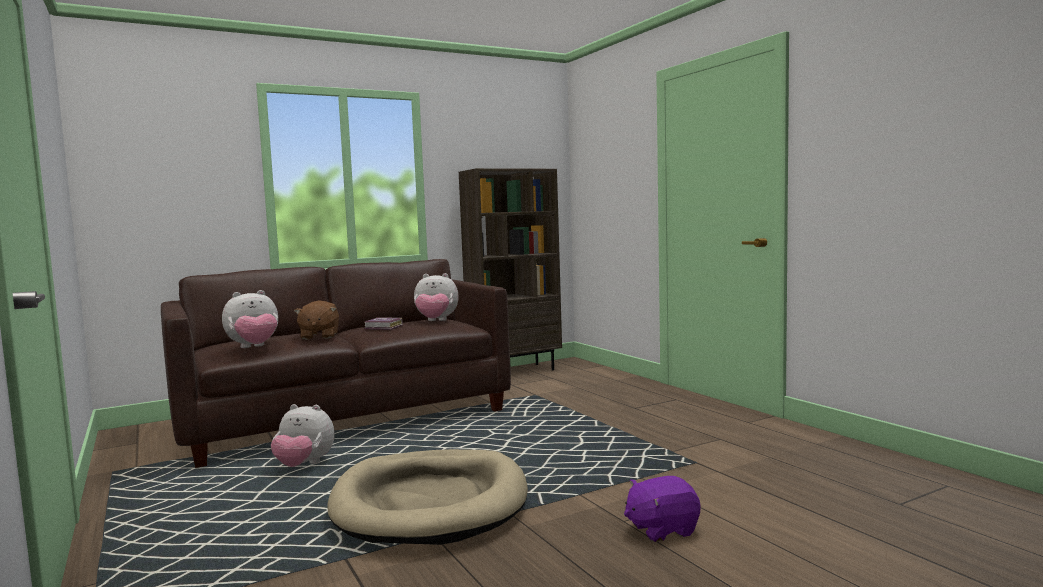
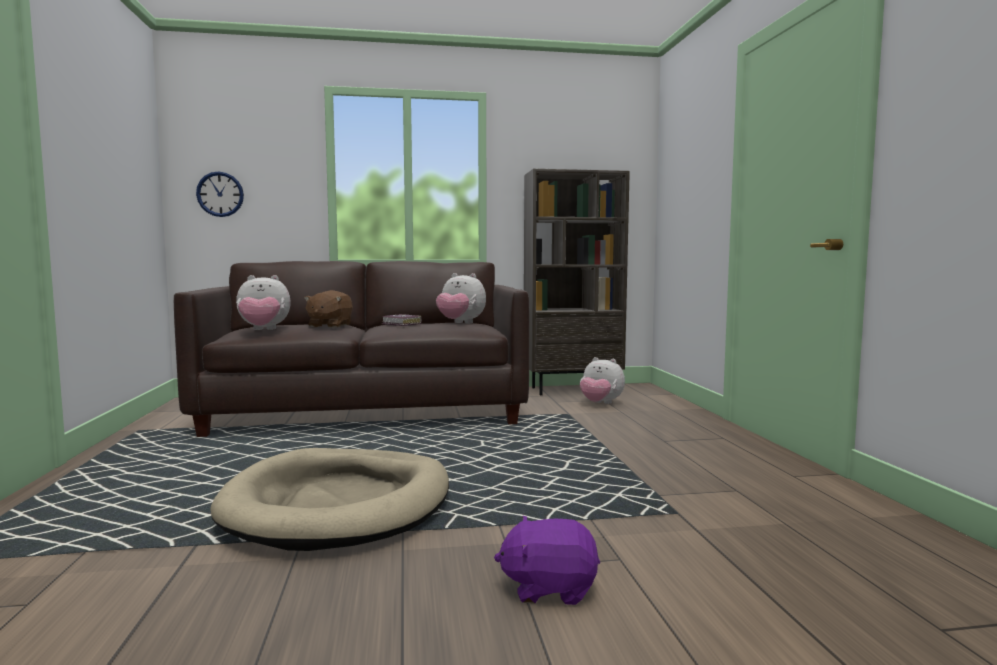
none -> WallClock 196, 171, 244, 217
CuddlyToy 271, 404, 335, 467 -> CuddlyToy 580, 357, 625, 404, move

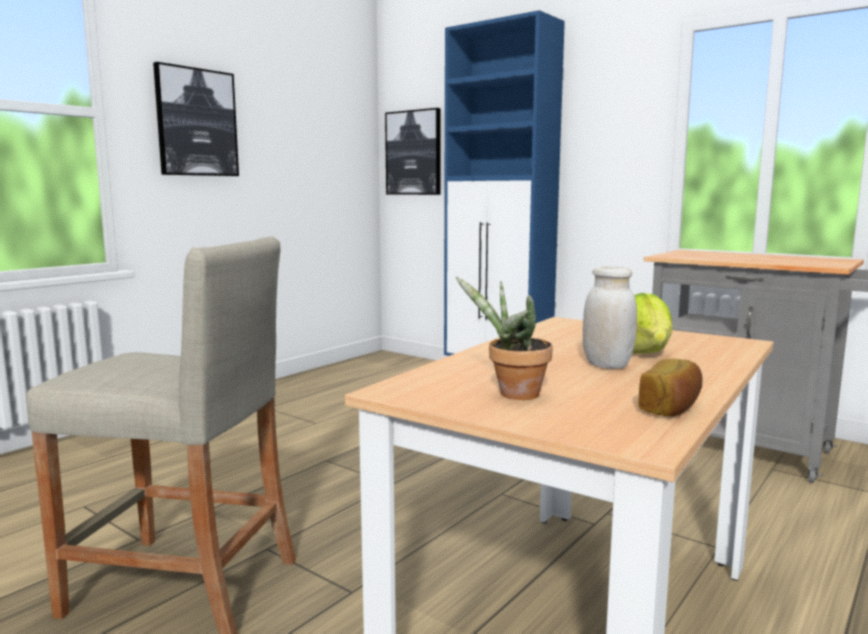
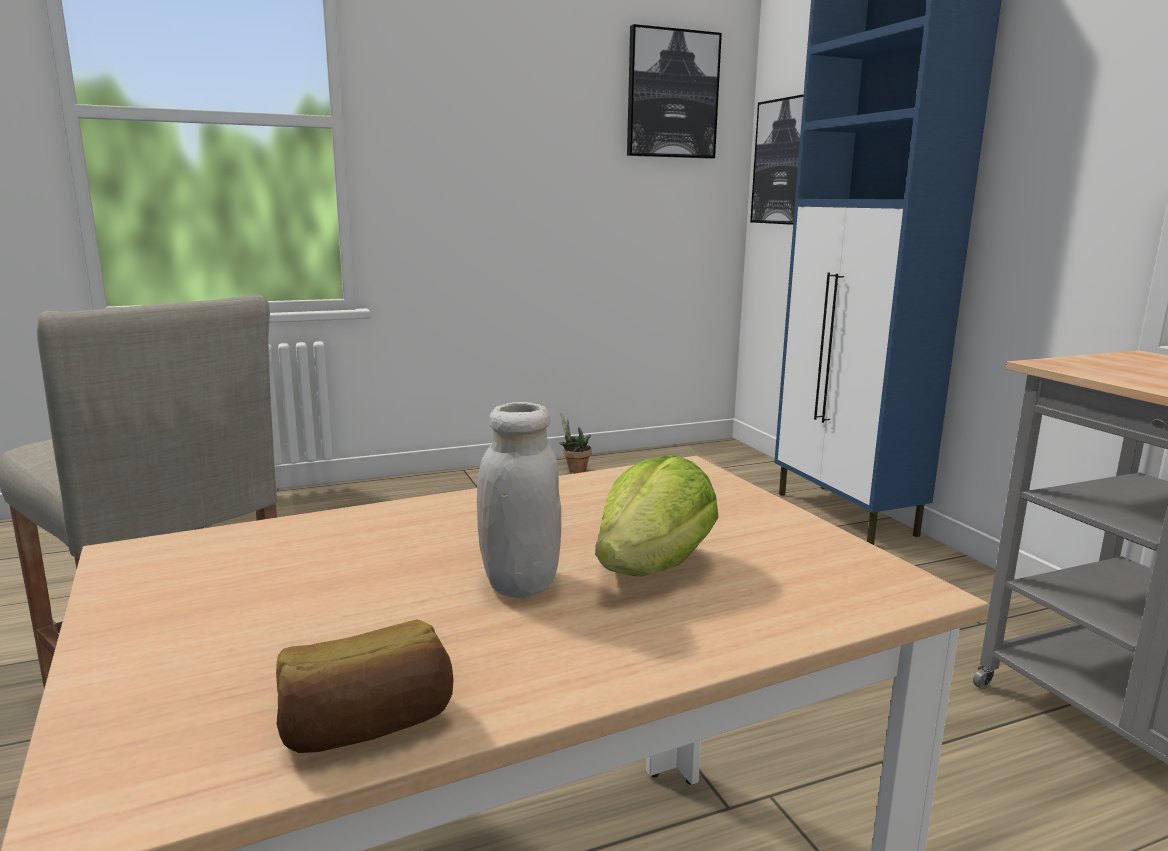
Picture 153, 62, 239, 176 -> Picture 627, 24, 722, 159, move
PlantInAPot 456, 277, 553, 400 -> PlantInAPot 559, 413, 592, 473, move

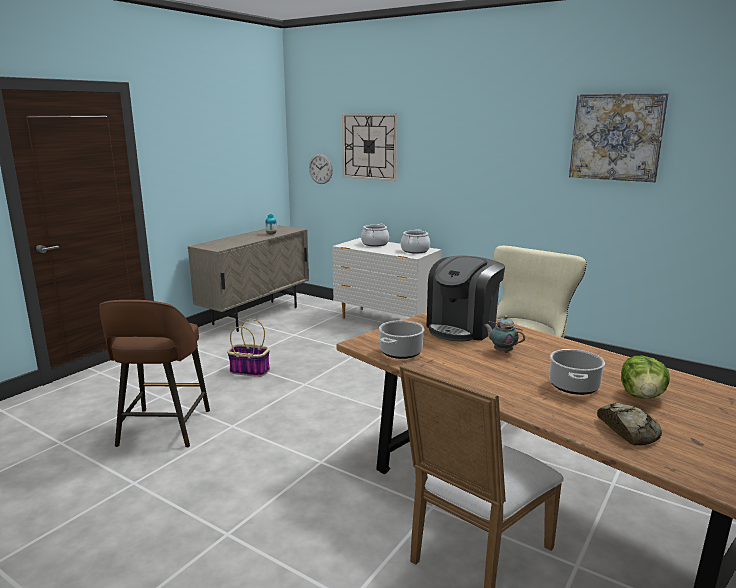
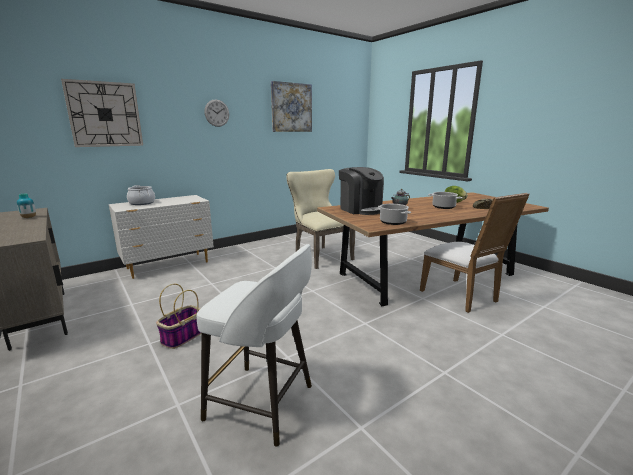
Saucepot 401, 229, 430, 254 -> none
WallClock 309, 154, 333, 184 -> WallClock 204, 100, 229, 127, move
BrownColouredSittingStool 99, 300, 210, 447 -> WhiteColouredSittingStool 196, 244, 312, 447

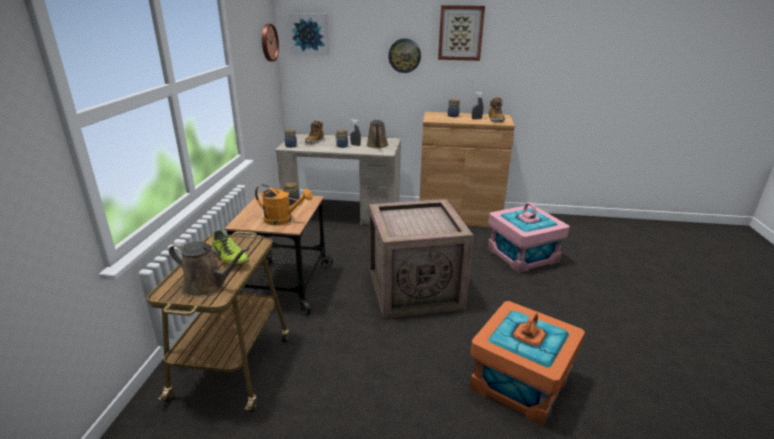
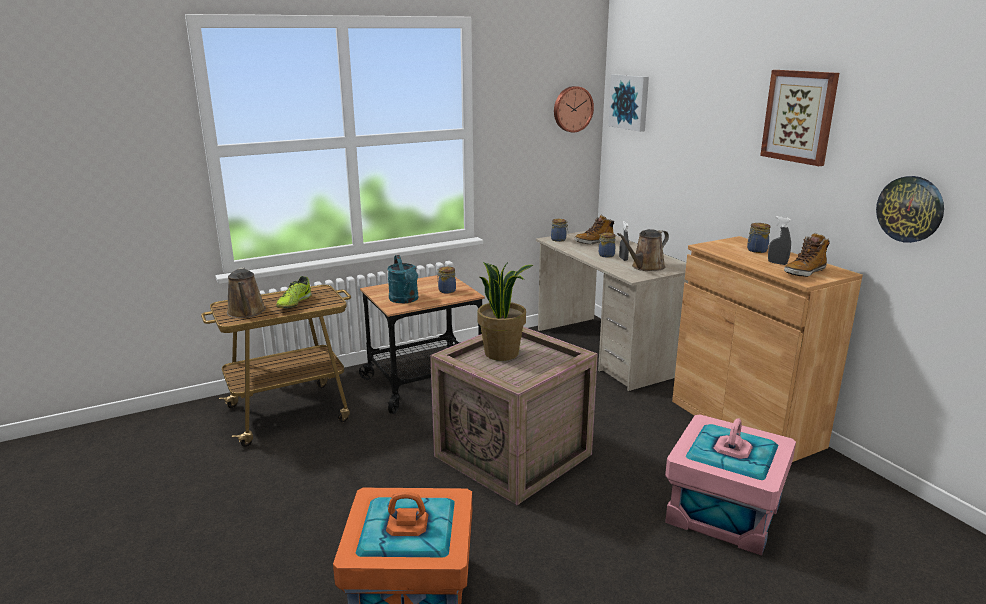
none -> PlantInAPot 477, 262, 533, 361
WallClock 388, 39, 421, 73 -> WallClock 876, 176, 944, 243, move
OrangeySprinklingCan 255, 184, 313, 225 -> BlueGreenSprinklingCan 387, 255, 418, 303

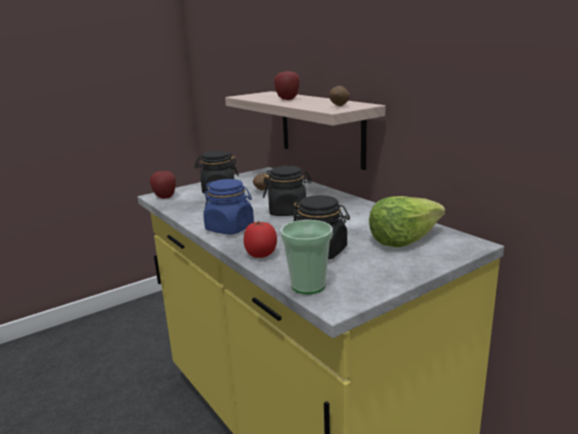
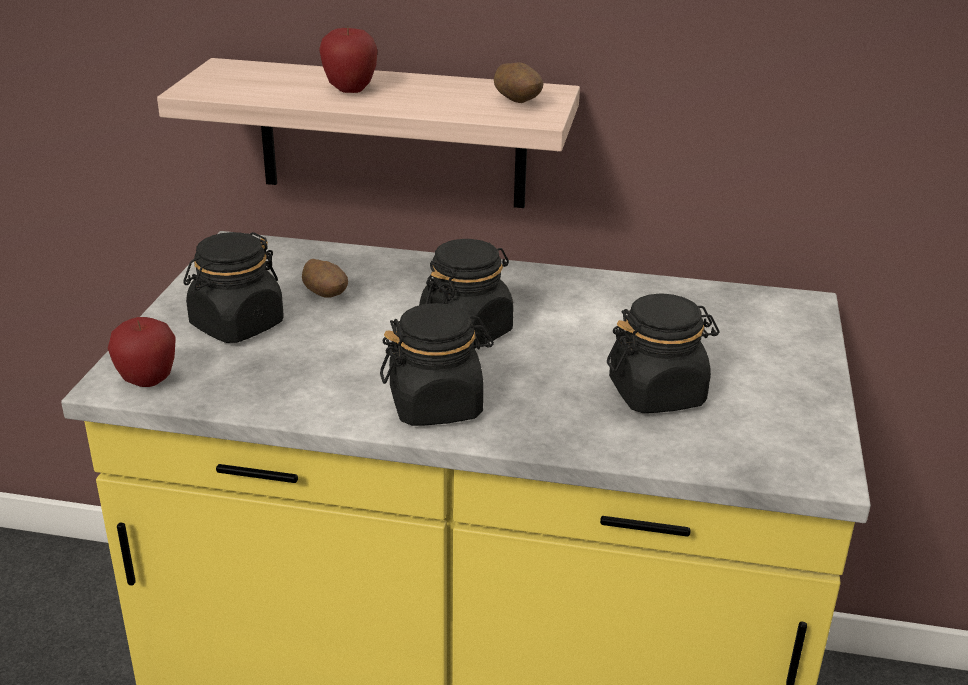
Tomato 244, 221, 277, 258 -> none
DrinkingCup 280, 220, 333, 294 -> none
Lettuce 369, 196, 445, 247 -> none
BlueStorageJar 203, 179, 254, 235 -> BlackColouredStorageJar 380, 303, 494, 426

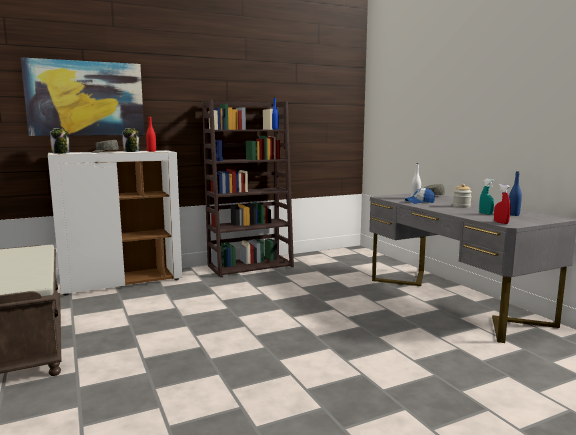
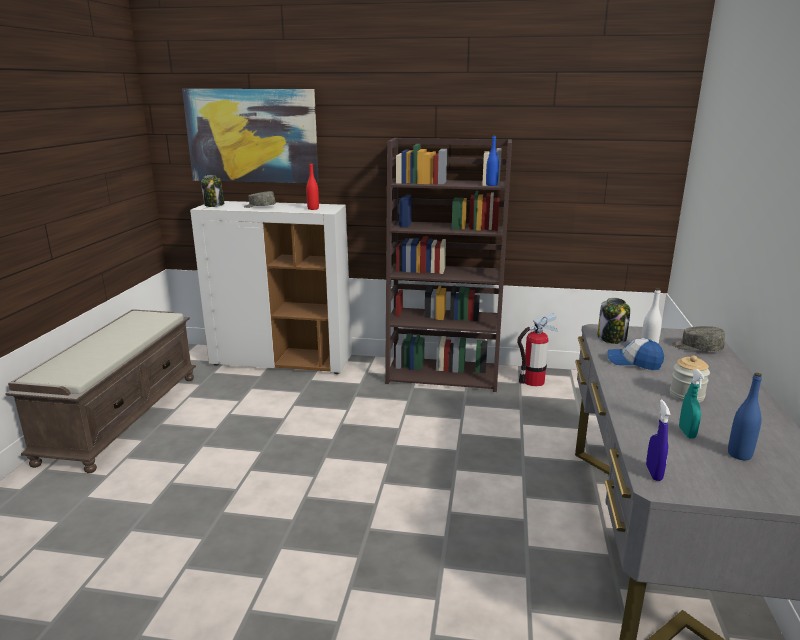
none -> Extinguisher 517, 313, 557, 386
StorageJar 122, 128, 140, 152 -> StorageJar 598, 298, 630, 344, move
RedColouredSprayer 494, 184, 511, 224 -> BlueSprayer 646, 400, 671, 481

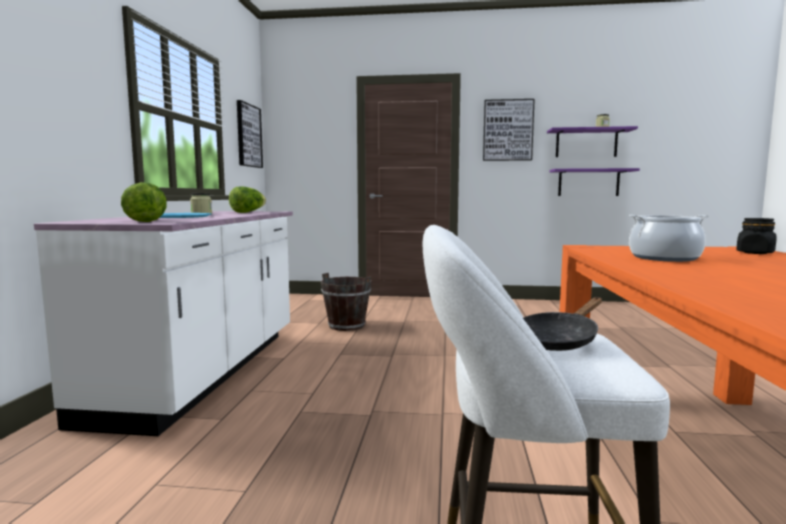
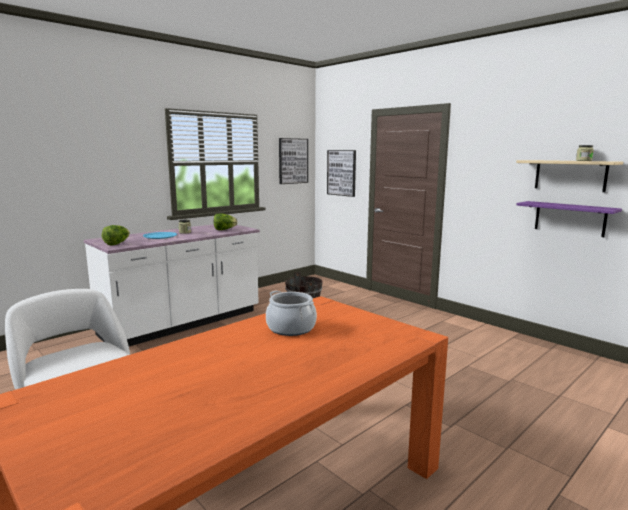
BlackColouredPan 523, 297, 602, 351 -> none
BlackColouredStorageJar 736, 218, 777, 254 -> none
Picture 483, 99, 535, 161 -> Picture 327, 150, 356, 197, move
PurpleWallShelf 547, 126, 638, 157 -> SandColouredWallShelf 516, 160, 623, 192

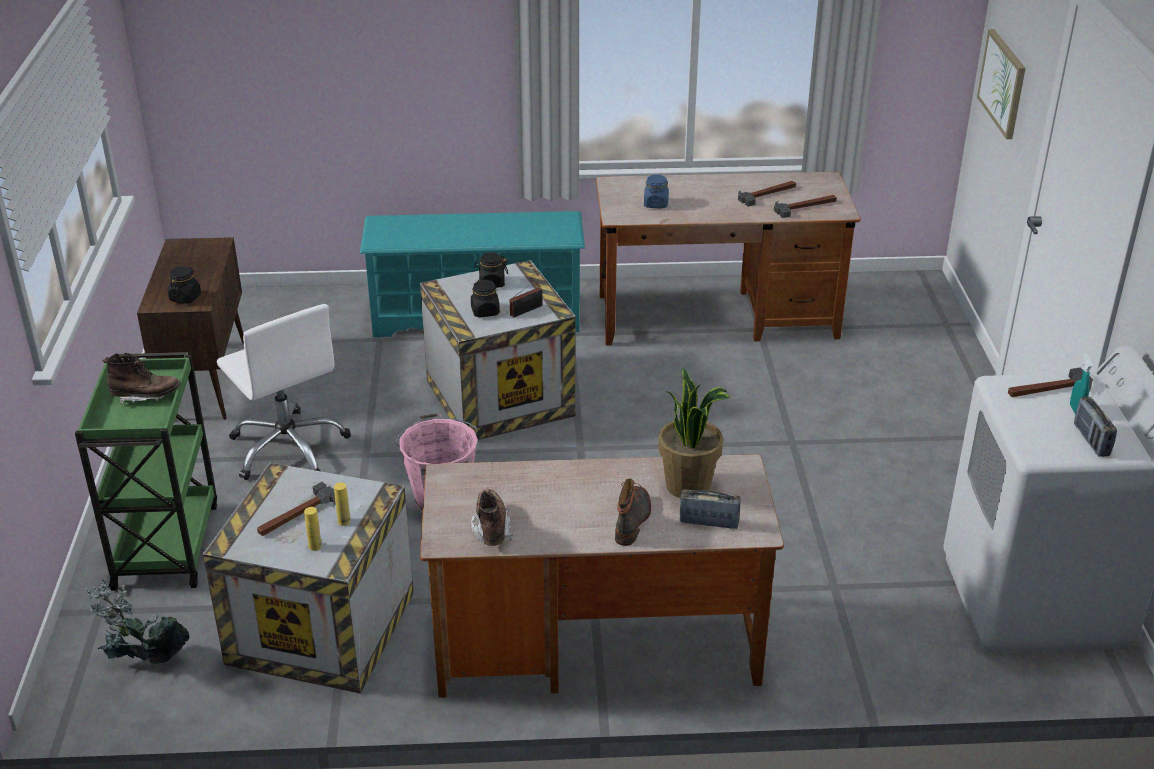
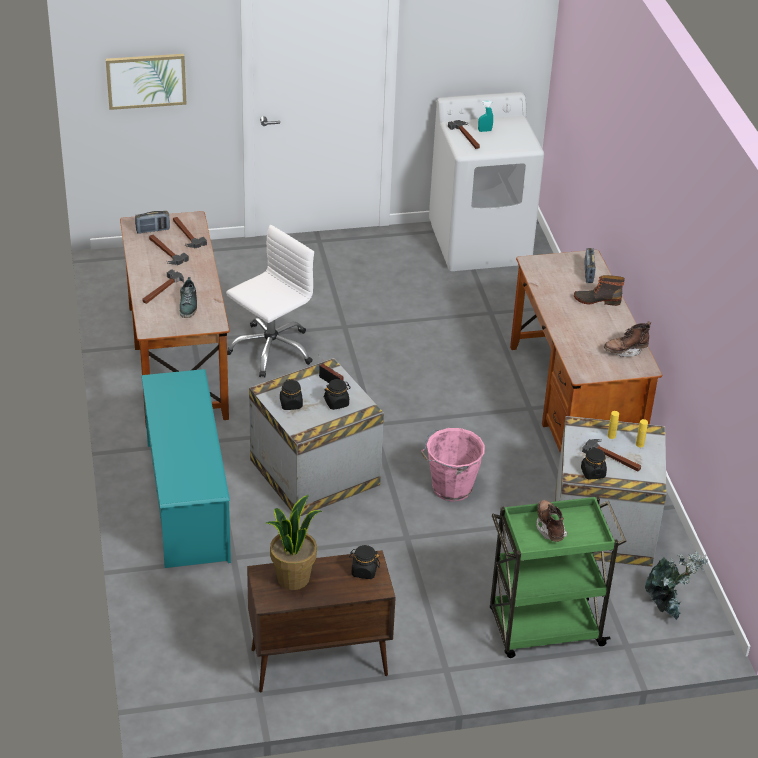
none -> ToolHammer 142, 269, 184, 304
none -> BlackColouredStorageJar 581, 448, 607, 479
WhiteColouredComputerChair 217, 304, 351, 480 -> WhiteColouredComputerChair 226, 225, 314, 378, move
PlantInAPot 658, 368, 730, 498 -> PlantInAPot 266, 495, 322, 590, move
RadioReceiver 1074, 397, 1117, 457 -> RadioReceiver 135, 211, 170, 234, move
BlueStorageJar 644, 175, 669, 208 -> ItemOfFootwear 180, 277, 197, 318

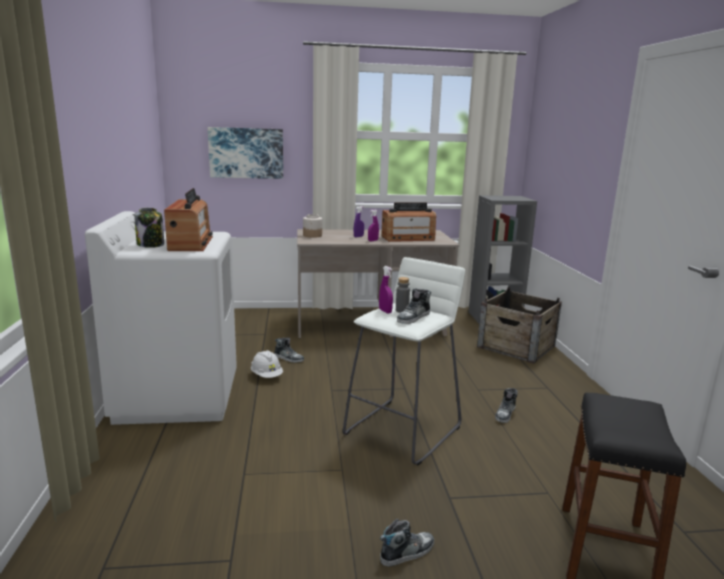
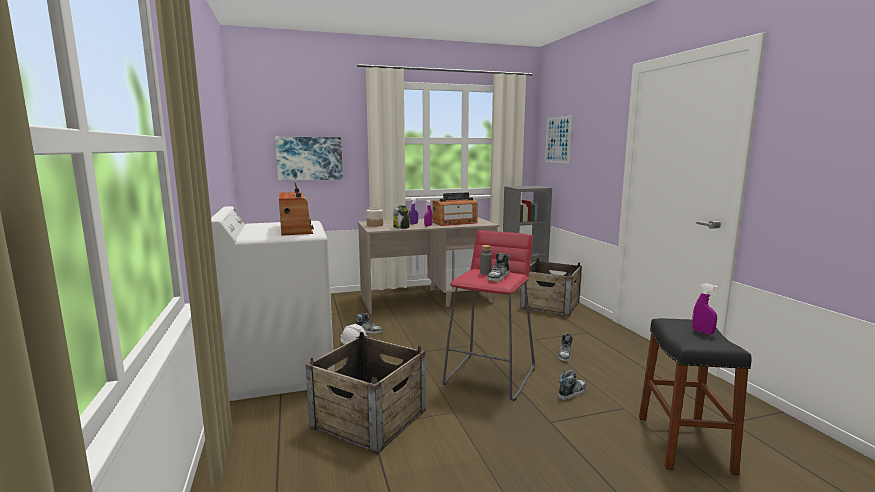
none -> ShippingCrate 306, 332, 426, 455
none -> Picture 545, 115, 572, 163
StorageJar 134, 208, 164, 248 -> StorageJar 393, 205, 410, 229, move
PurpleSprayer 379, 266, 393, 313 -> PurpleSprayer 692, 283, 718, 334, move
ItemOfFootwear 380, 519, 434, 567 -> ItemOfFootwear 558, 370, 586, 400, move
WhiteColouredSittingStool 343, 257, 465, 465 -> RedColouredSittingStool 443, 231, 535, 401

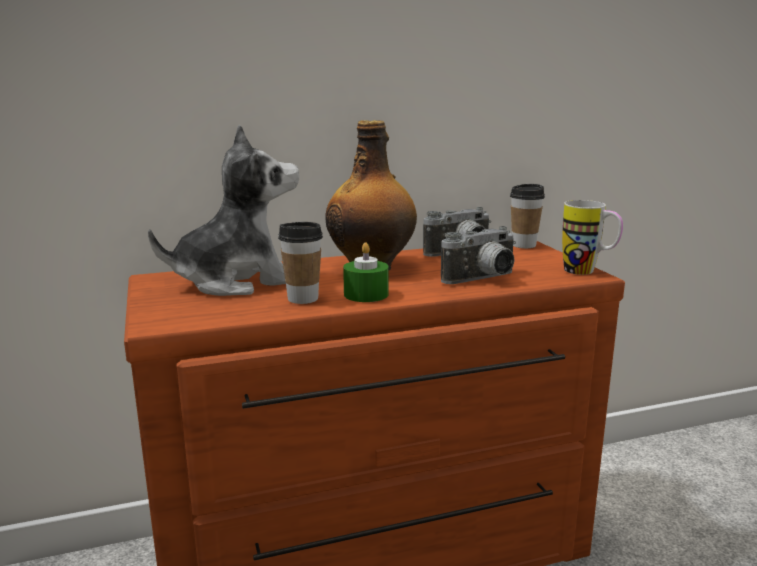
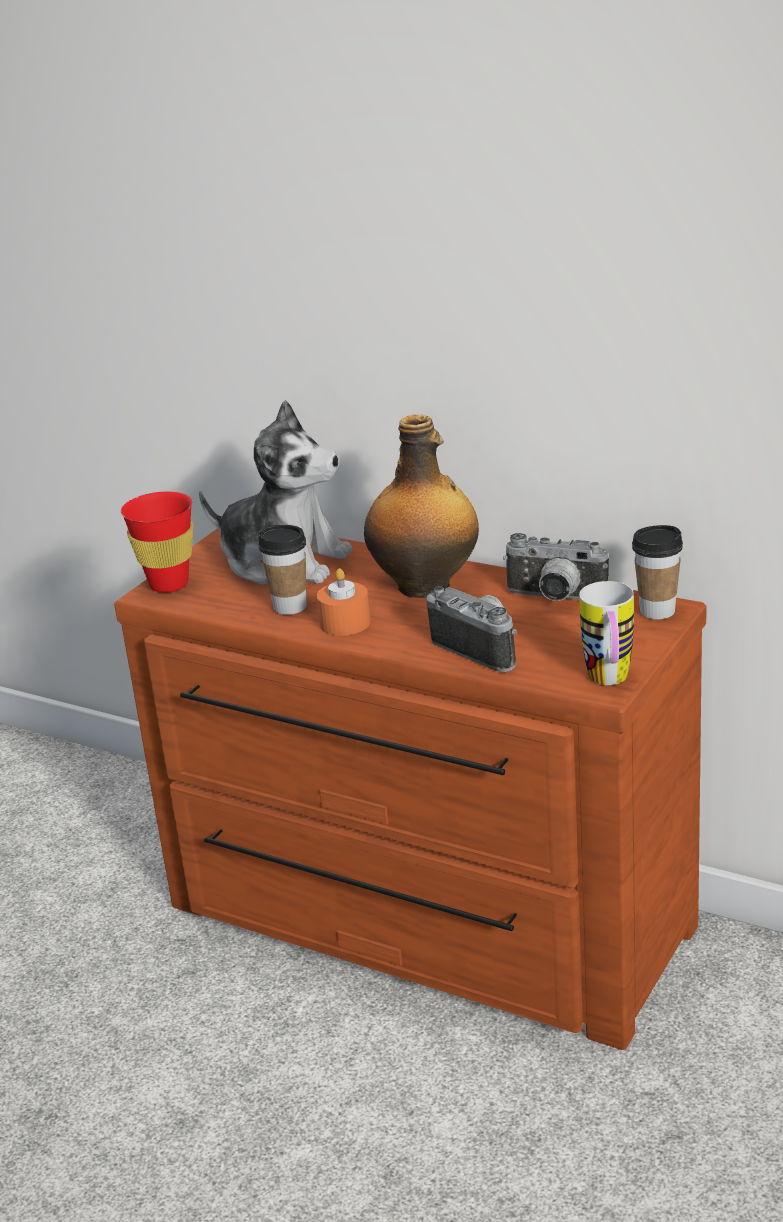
none -> RedColouredDrinkingCup 121, 492, 193, 593
GreenColouredWaxCandle 343, 242, 389, 302 -> OrangeyWaxCandle 317, 568, 370, 636
PhotoCamera 441, 226, 516, 284 -> PhotoCamera 426, 586, 517, 672, 150 degrees counterclockwise

